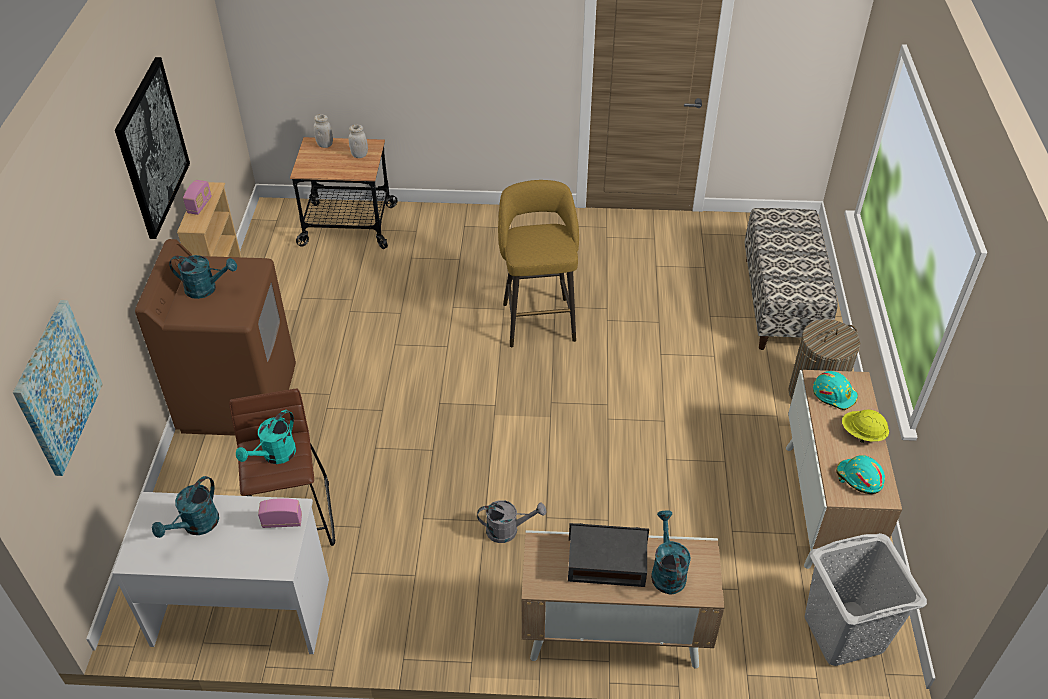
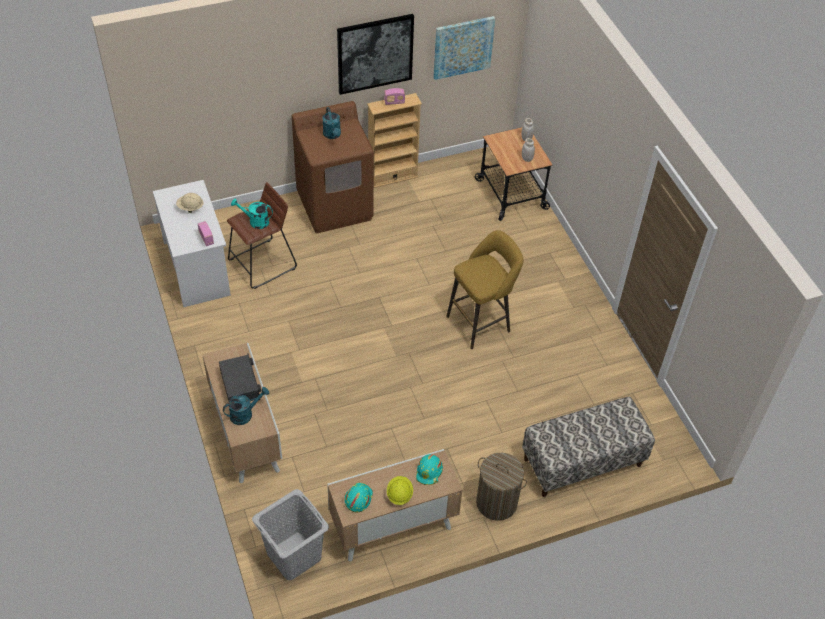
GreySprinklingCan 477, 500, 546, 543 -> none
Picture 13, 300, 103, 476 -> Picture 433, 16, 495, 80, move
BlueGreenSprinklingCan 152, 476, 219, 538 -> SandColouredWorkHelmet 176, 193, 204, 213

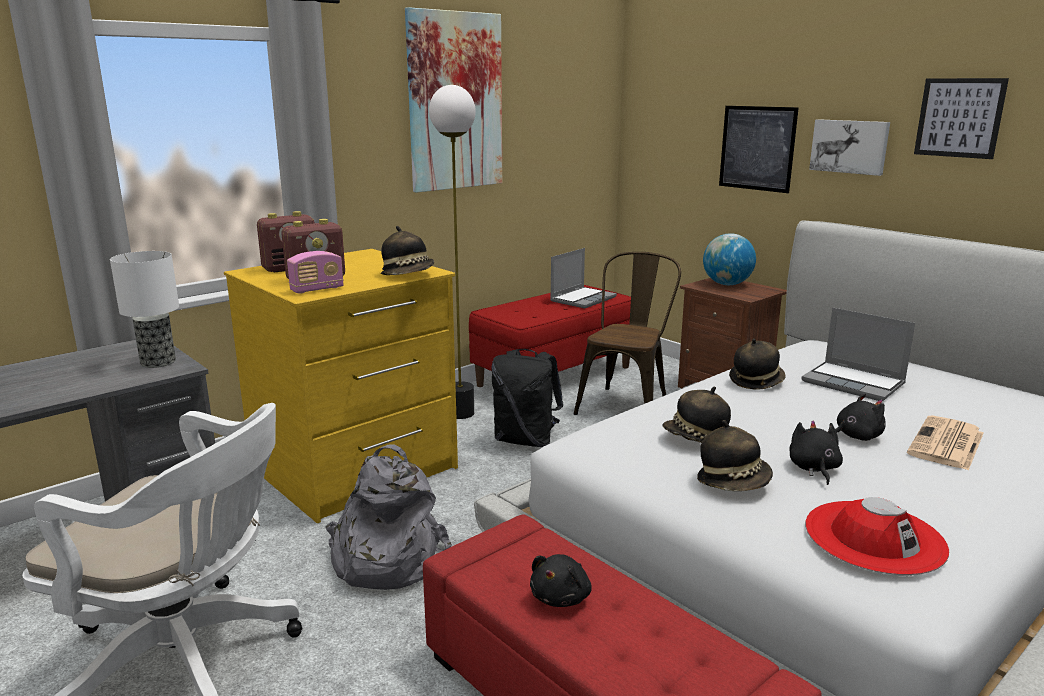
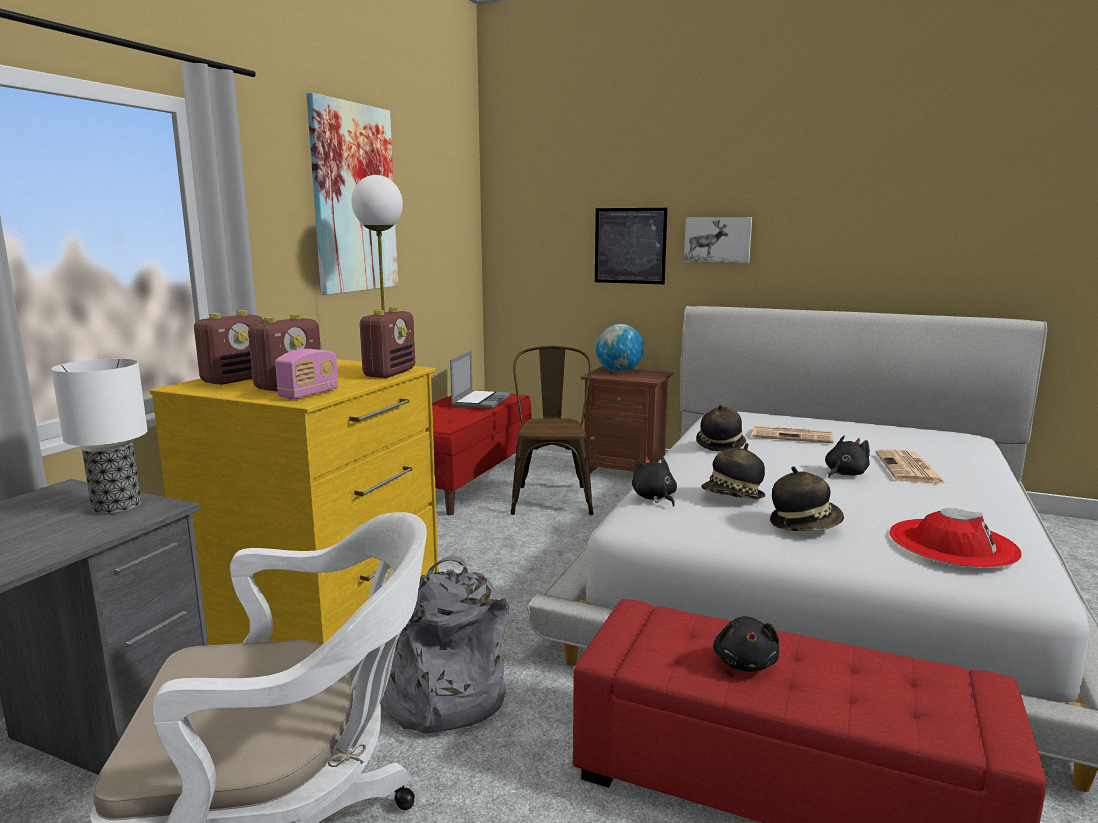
BlackColouredKnapsack 491, 349, 563, 447 -> none
Picture 914, 78, 1009, 159 -> none
BlackColouredCuddlyToy 790, 420, 843, 485 -> BlackColouredCuddlyToy 632, 456, 677, 507, move
Hat 381, 226, 434, 275 -> RadioReceiver 360, 307, 415, 378
NotebookComputer 801, 308, 915, 401 -> PrintedPaper 752, 426, 833, 443

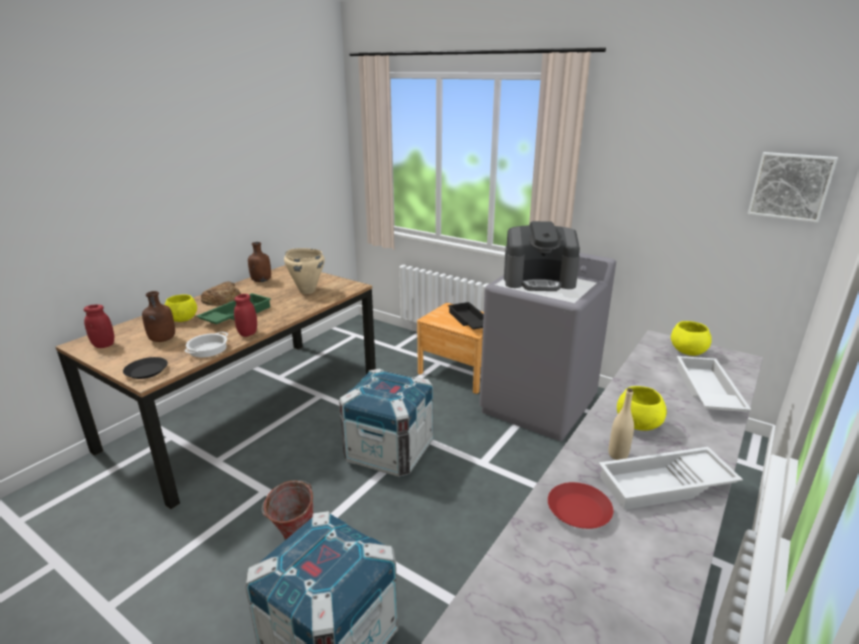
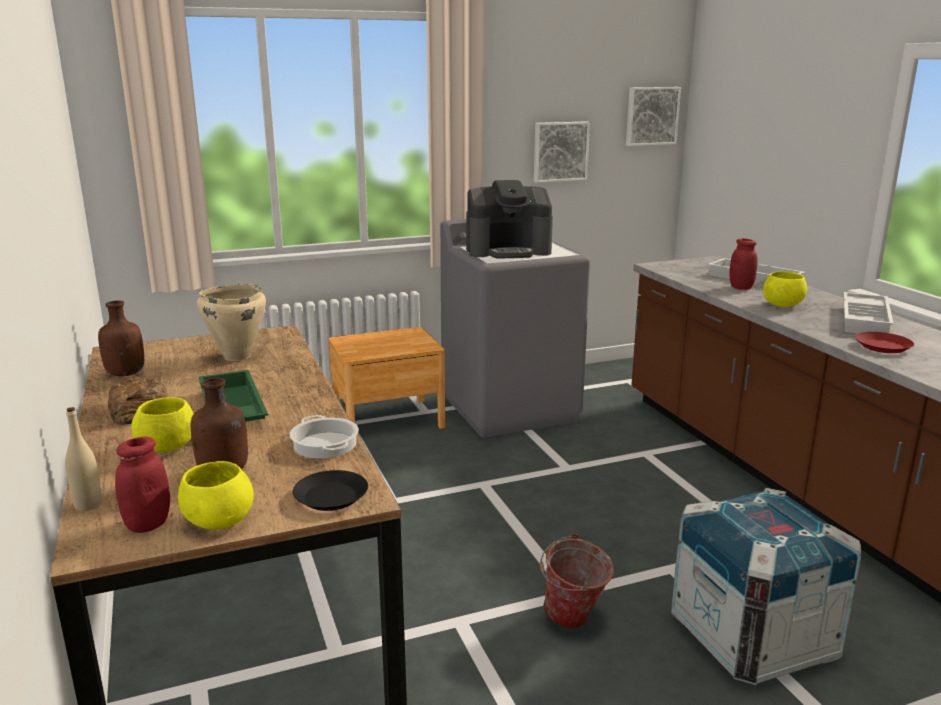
ShippingCrate 339, 368, 434, 477 -> none
BlackColouredCarryingTray 448, 302, 484, 330 -> none
none -> Picture 534, 121, 590, 183
RedColouredStorageJar 234, 294, 257, 337 -> RedColouredStorageJar 729, 238, 758, 290, move
SandColouredBeverageBottle 609, 388, 634, 460 -> SandColouredBeverageBottle 65, 407, 102, 511, move
YellowColouredServingBowl 671, 321, 712, 356 -> YellowColouredServingBowl 178, 461, 254, 529, move
CoffeeBrewer 504, 221, 580, 291 -> CoffeeBrewer 466, 180, 553, 259, 45 degrees clockwise

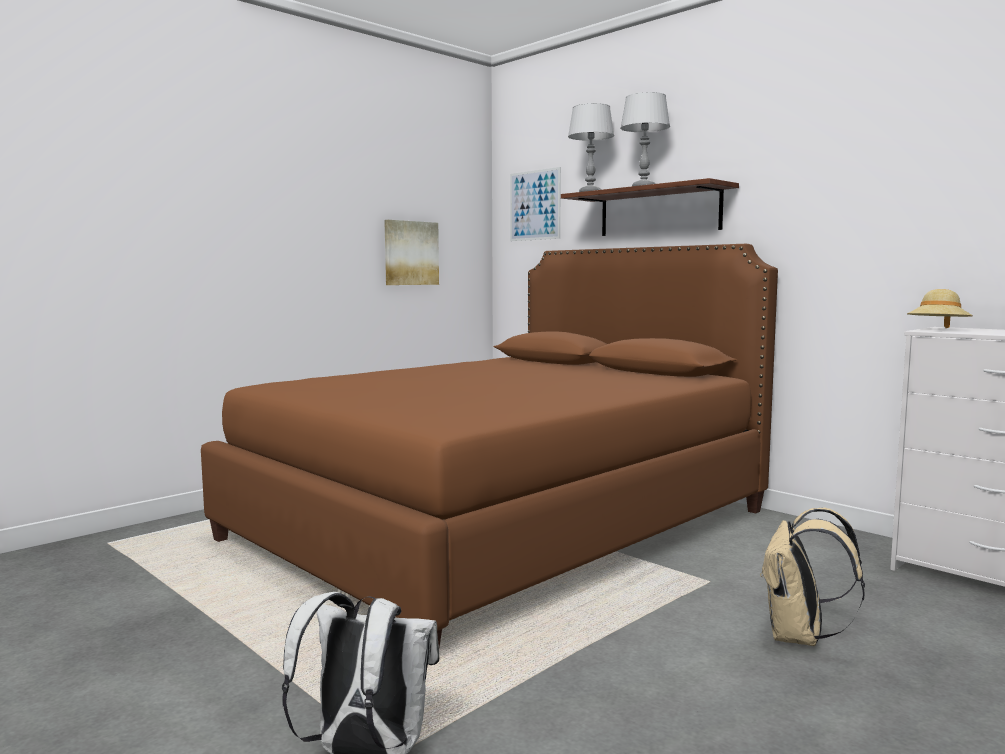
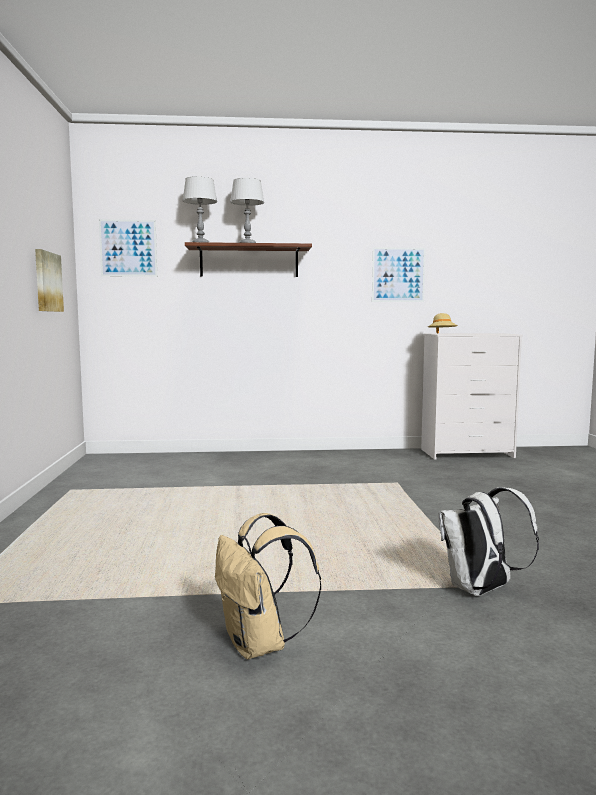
BrownColouredBed 201, 244, 778, 647 -> none
none -> Picture 372, 247, 426, 302
SandColouredKnapsack 760, 508, 865, 646 -> SandColouredKnapsack 215, 513, 321, 659, move

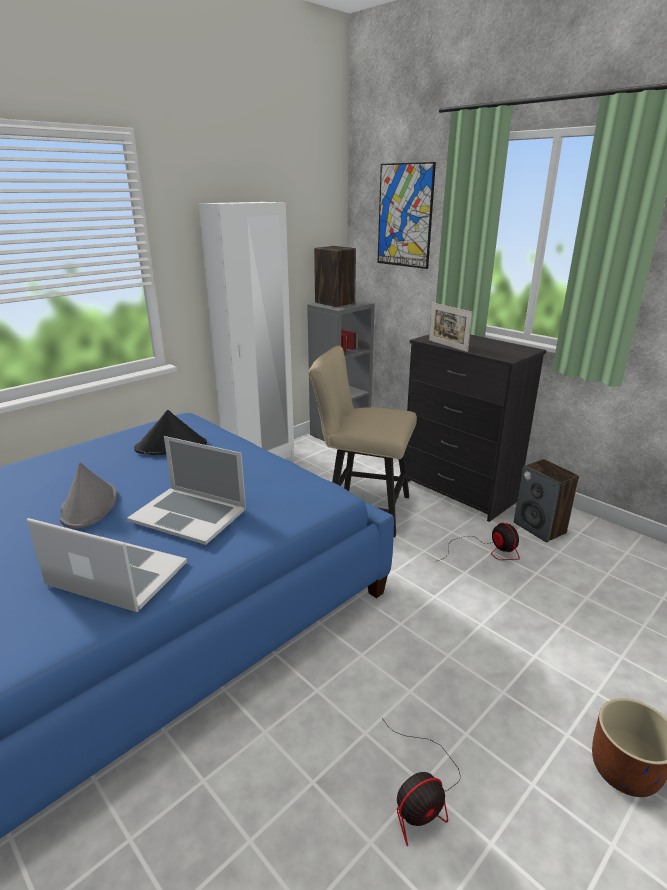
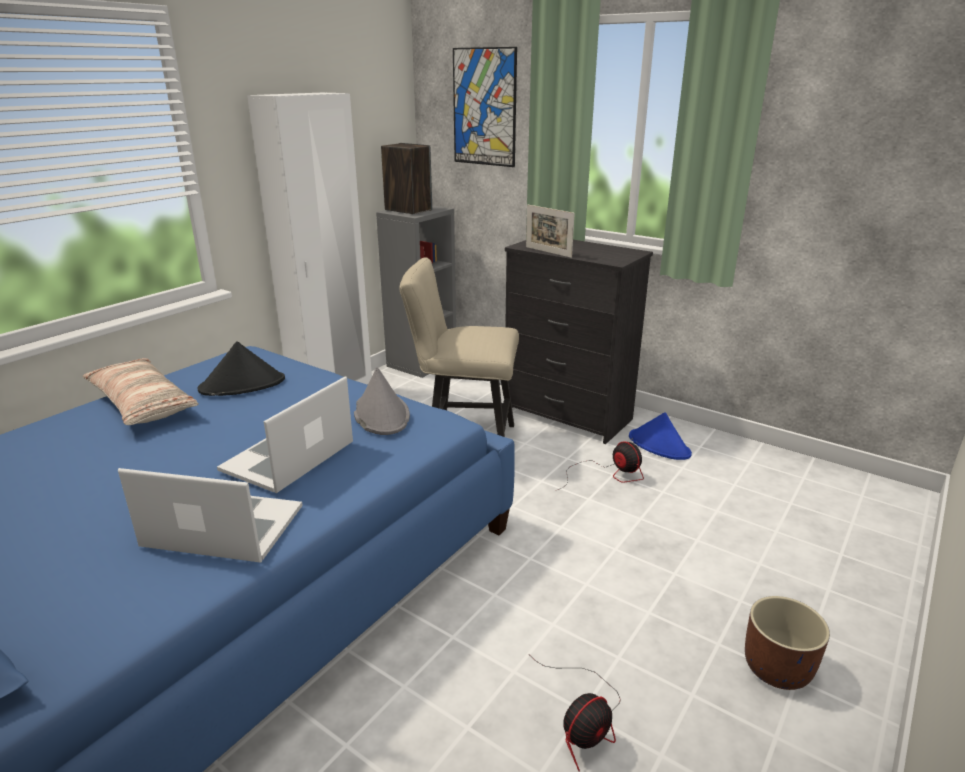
none -> Cushion 83, 358, 198, 425
GreyHat 60, 463, 117, 529 -> GreyHat 354, 367, 410, 435, move
AudioSpeaker 514, 459, 579, 543 -> BlueHat 629, 412, 692, 460
NotebookComputer 127, 436, 246, 545 -> NotebookComputer 217, 376, 353, 493, 105 degrees clockwise

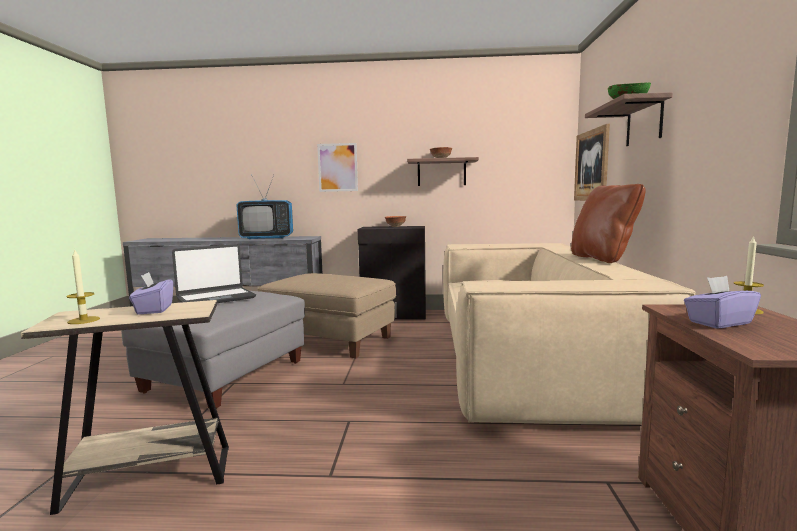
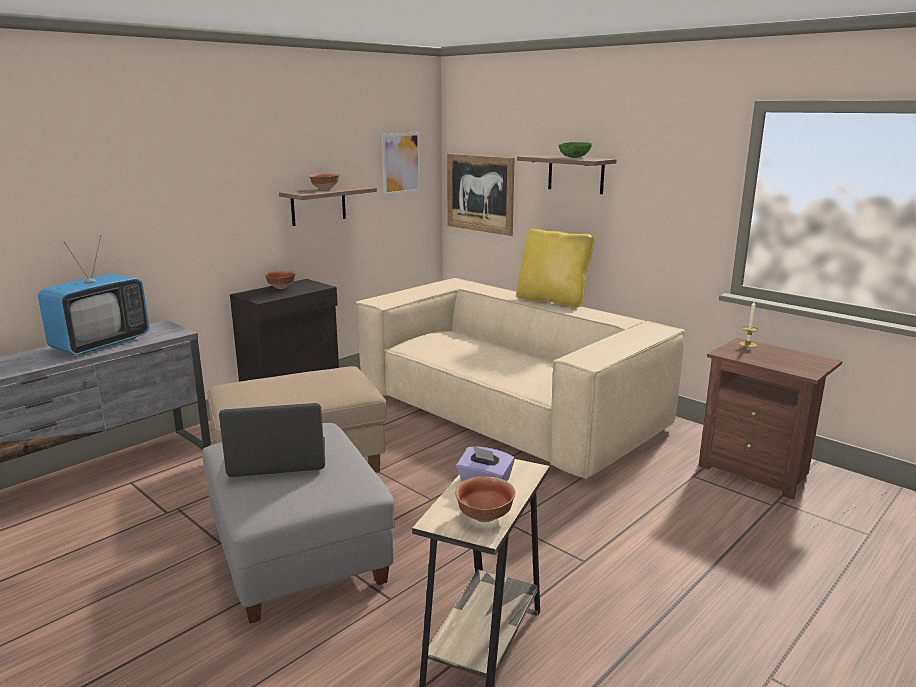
PurpleTissueBox 684, 276, 761, 329 -> none
Picture 317, 143, 358, 192 -> Picture 382, 133, 421, 195, move
WaxCandle 66, 250, 100, 324 -> ServingBowl 455, 476, 516, 522
BrownColouredCushion 571, 184, 646, 263 -> YellowColouredCushion 517, 228, 594, 307
NotebookComputer 172, 244, 256, 303 -> NotebookComputer 219, 403, 325, 477, 105 degrees counterclockwise

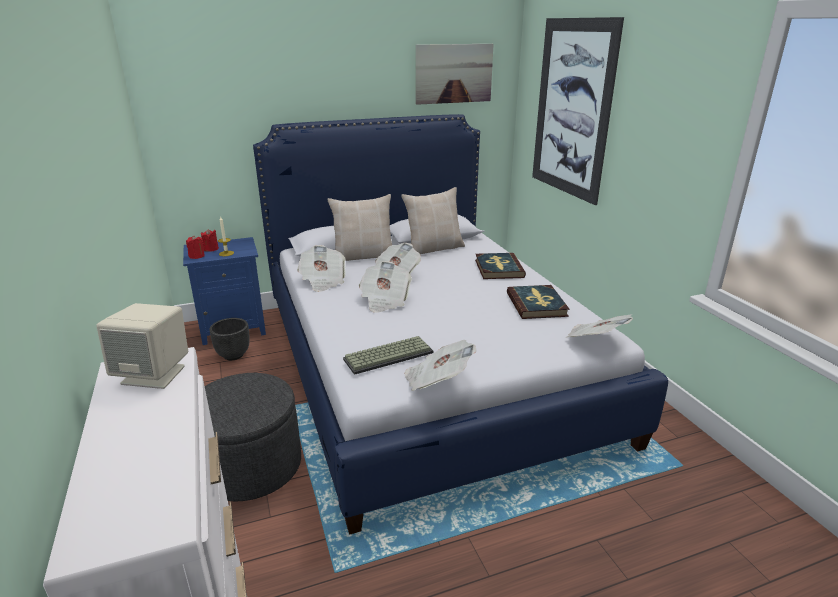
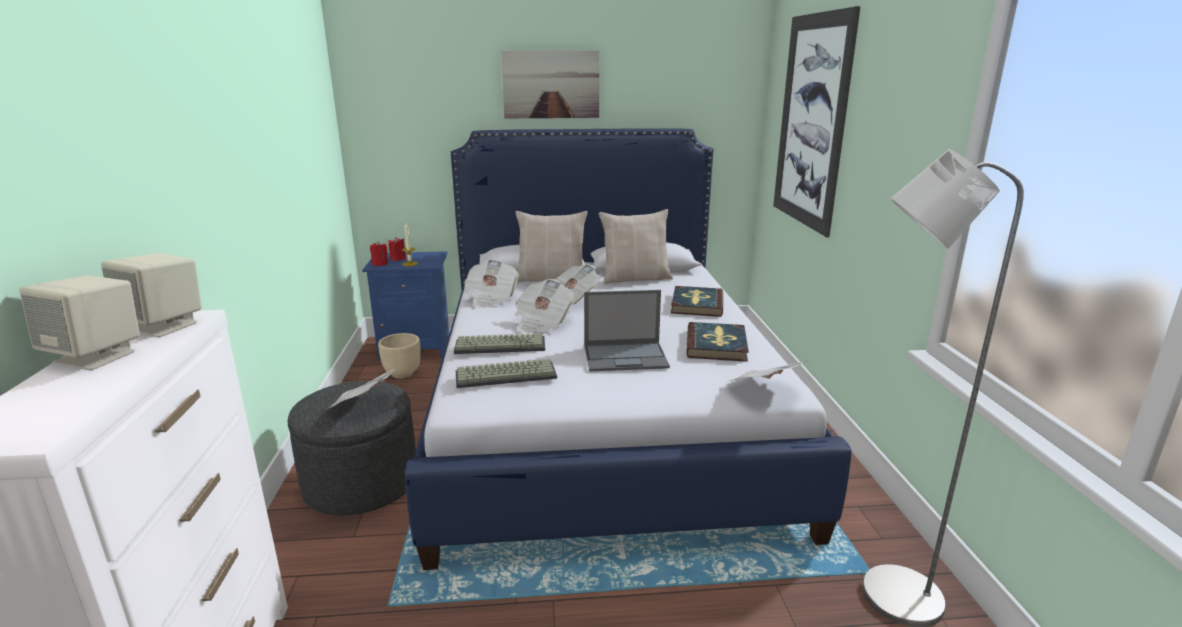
none -> SandColouredAudioSpeaker 19, 275, 140, 371
none -> Keyboard 454, 333, 545, 354
none -> NotebookComputer 584, 290, 670, 371
none -> GreyStandardLamp 862, 149, 1024, 627
PrintedPaper 404, 340, 476, 391 -> PrintedPaper 327, 367, 397, 409, move
Picture 416, 44, 494, 105 -> Picture 501, 50, 599, 118, move
BlackColouredPlanter 209, 318, 250, 360 -> SandColouredPlanter 378, 333, 421, 379

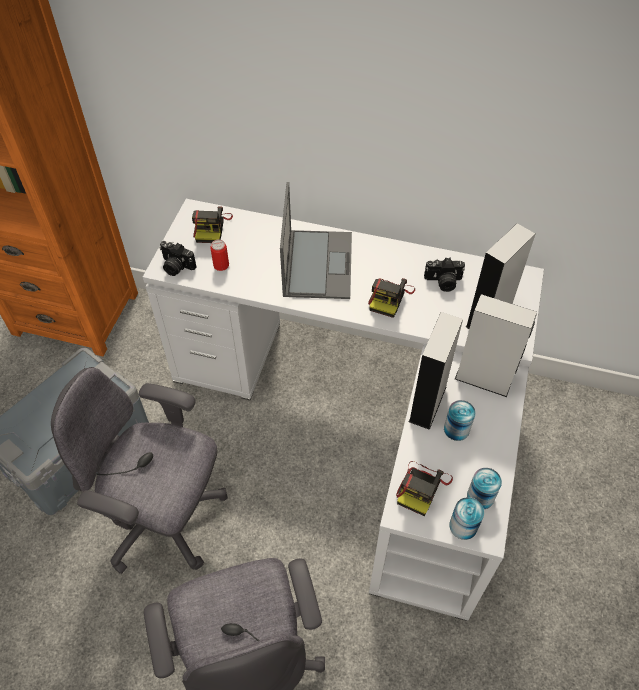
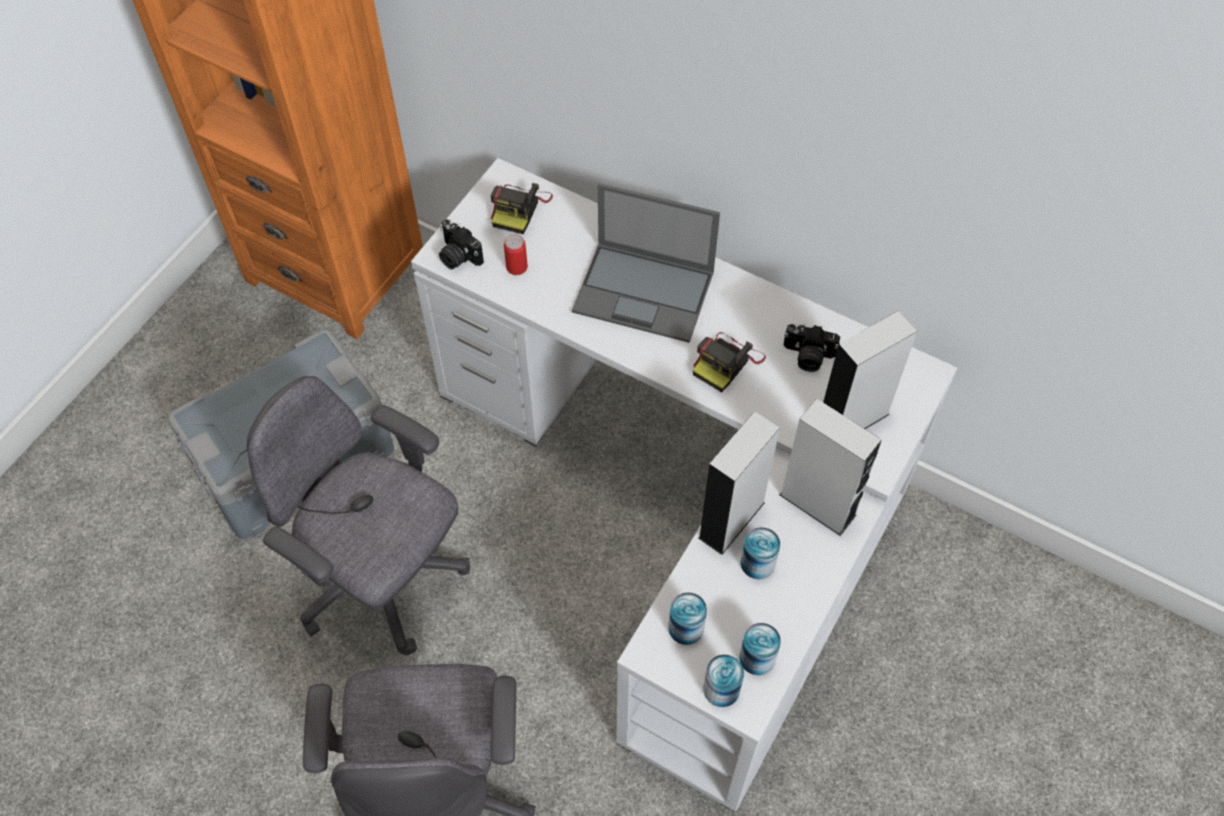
PhotoCamera 396, 461, 453, 516 -> SealedCan 668, 592, 707, 645
NotebookComputer 280, 182, 352, 299 -> NotebookComputer 572, 183, 720, 343, 90 degrees clockwise

